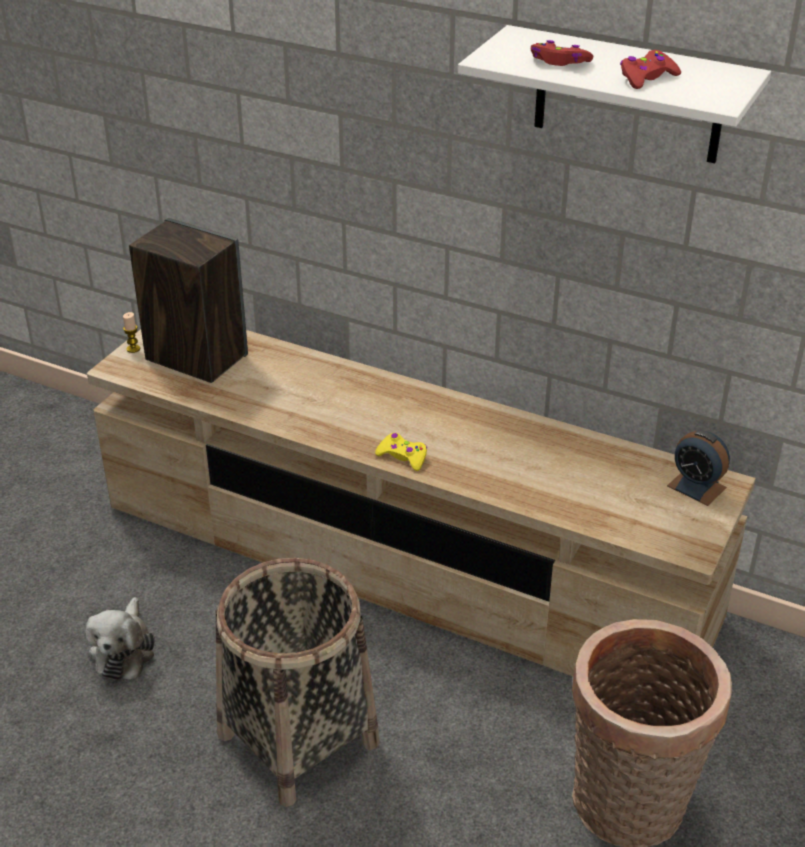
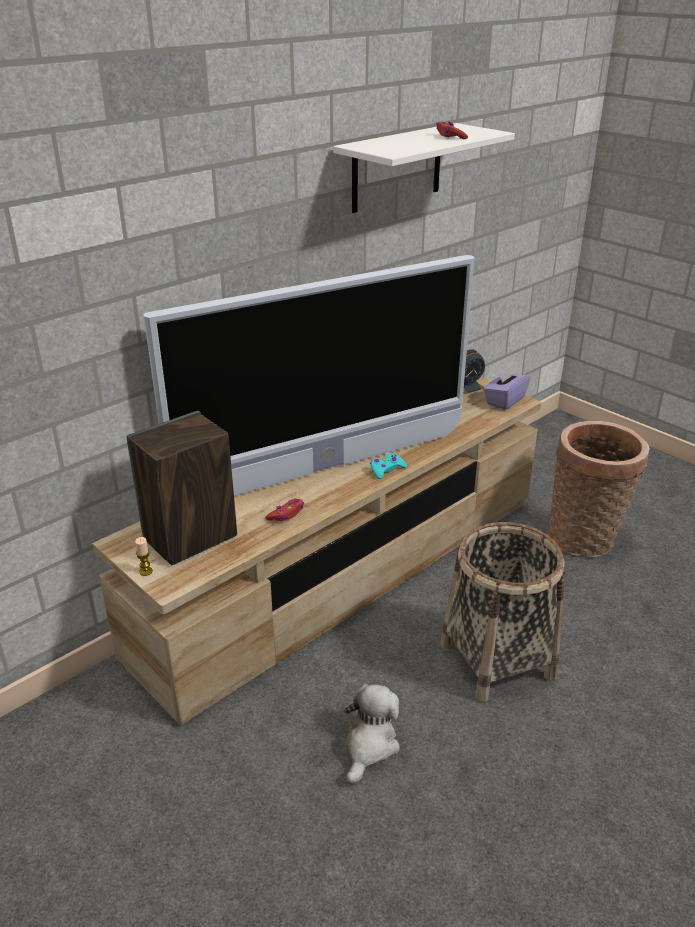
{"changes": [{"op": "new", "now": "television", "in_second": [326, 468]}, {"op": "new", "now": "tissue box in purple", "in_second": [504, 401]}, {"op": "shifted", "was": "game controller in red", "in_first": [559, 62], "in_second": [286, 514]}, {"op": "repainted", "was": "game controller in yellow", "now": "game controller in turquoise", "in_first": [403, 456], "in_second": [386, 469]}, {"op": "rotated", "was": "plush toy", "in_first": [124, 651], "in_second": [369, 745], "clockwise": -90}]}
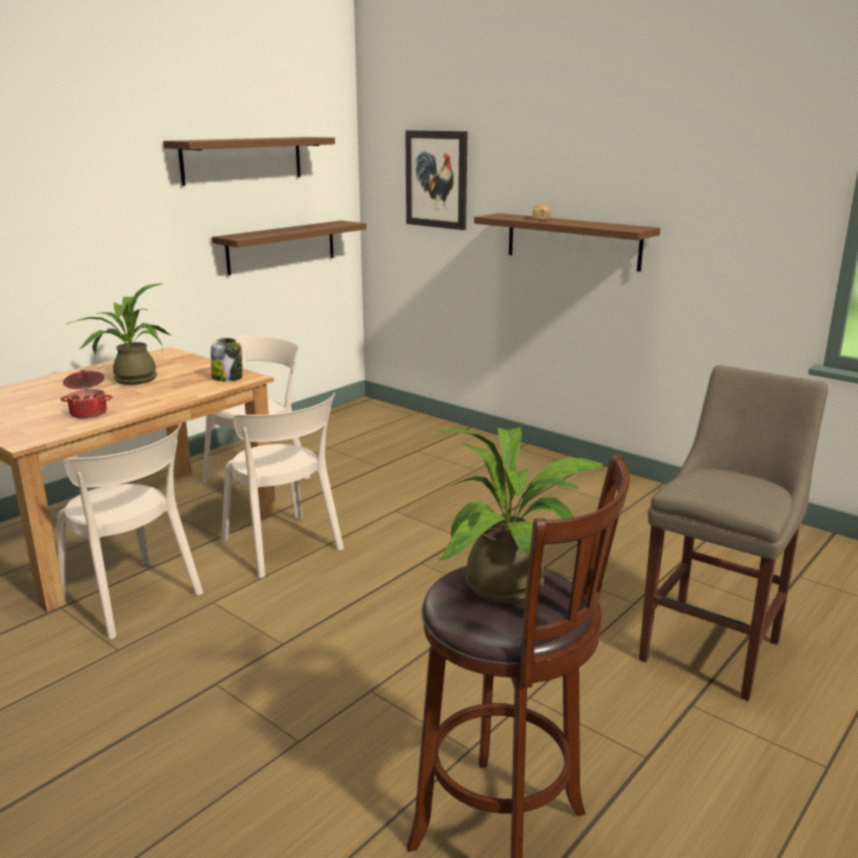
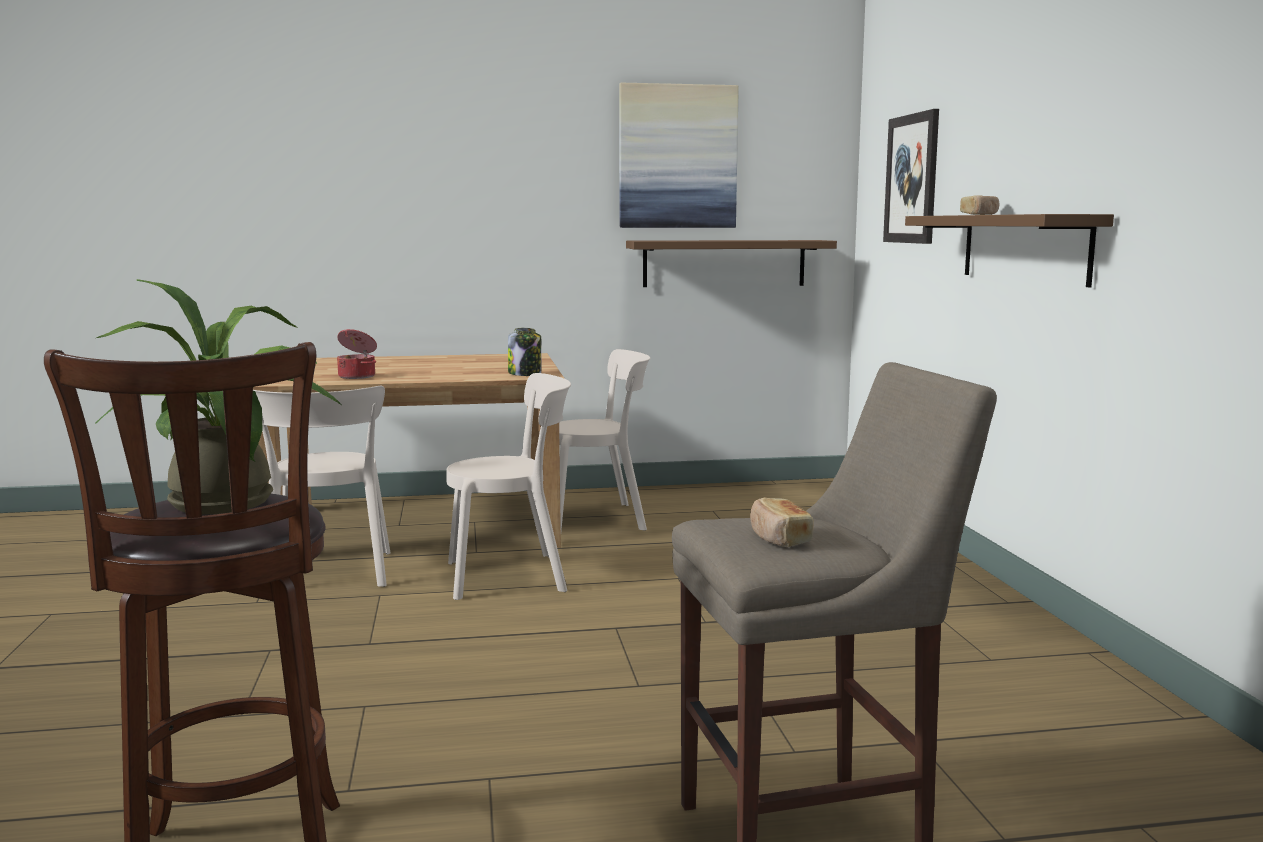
{"changes": [{"op": "gone", "was": "potted plant", "in_first": [130, 379]}, {"op": "new", "now": "bread", "in_second": [778, 538]}, {"op": "swapped", "was": "shelf in brown", "now": "picture", "in_first": [242, 160], "in_second": [677, 157]}, {"op": "rotated", "was": "chair in beige", "in_first": [284, 548], "in_second": [513, 576], "clockwise": -105}]}
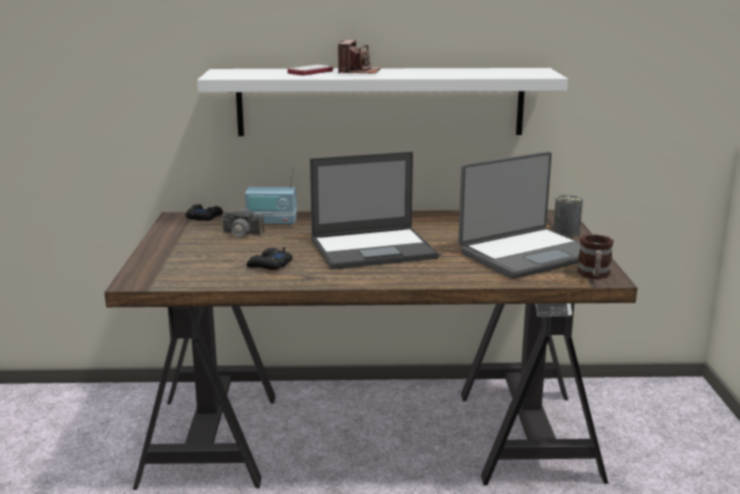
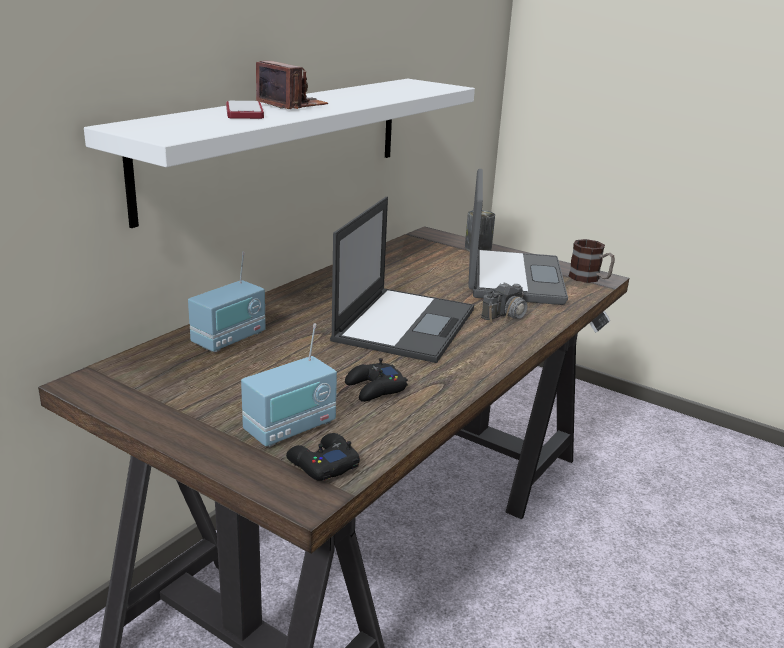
{"changes": [{"op": "new", "now": "radio", "in_second": [290, 428]}, {"op": "shifted", "was": "game controller in black", "in_first": [204, 217], "in_second": [322, 464]}, {"op": "shifted", "was": "photo camera", "in_first": [245, 234], "in_second": [511, 314]}]}
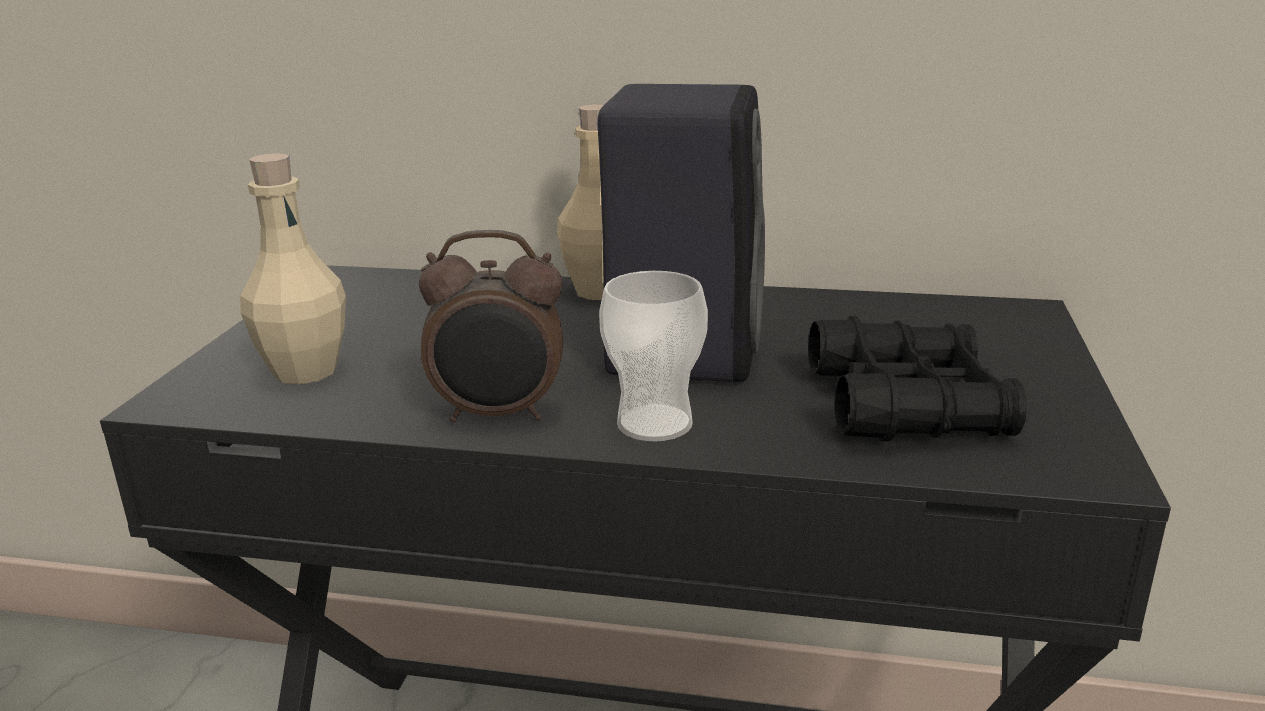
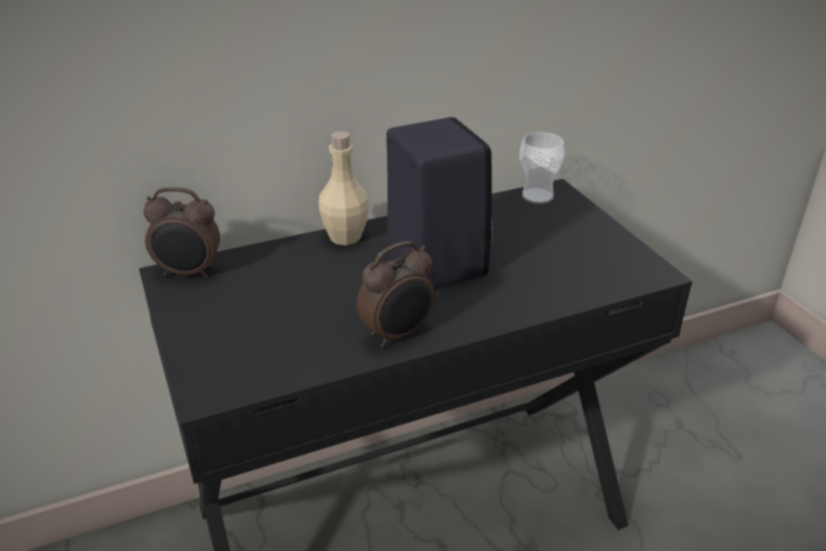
{"changes": [{"op": "gone", "was": "bottle in beige", "in_first": [305, 371]}, {"op": "gone", "was": "binoculars in black", "in_first": [907, 404]}, {"op": "new", "now": "alarm clock", "in_second": [189, 273]}, {"op": "shifted", "was": "cup", "in_first": [654, 423], "in_second": [537, 196]}]}
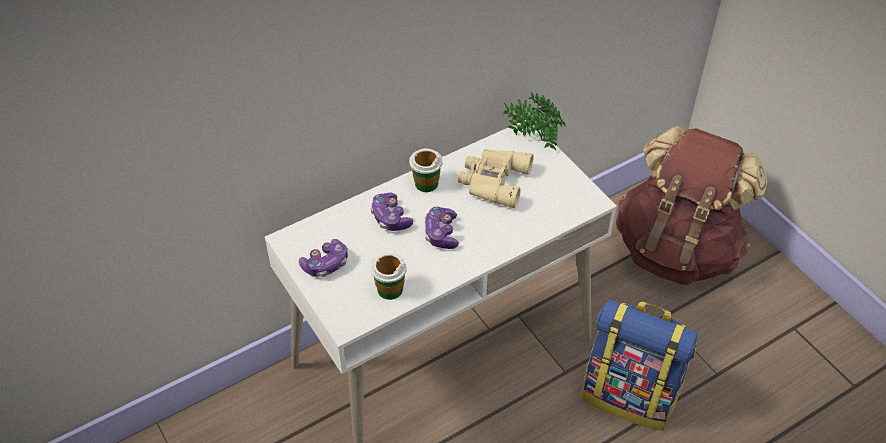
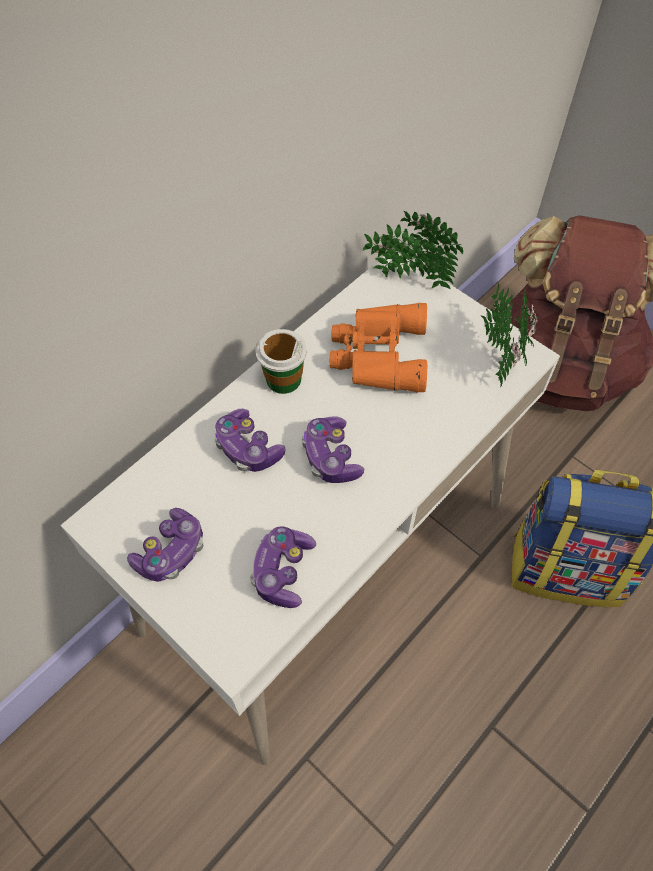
{"changes": [{"op": "new", "now": "potted plant", "in_second": [499, 354]}, {"op": "swapped", "was": "cup", "now": "game controller", "in_first": [390, 289], "in_second": [283, 571]}, {"op": "repainted", "was": "binoculars in beige", "now": "binoculars in orange", "in_first": [492, 181], "in_second": [377, 355]}]}
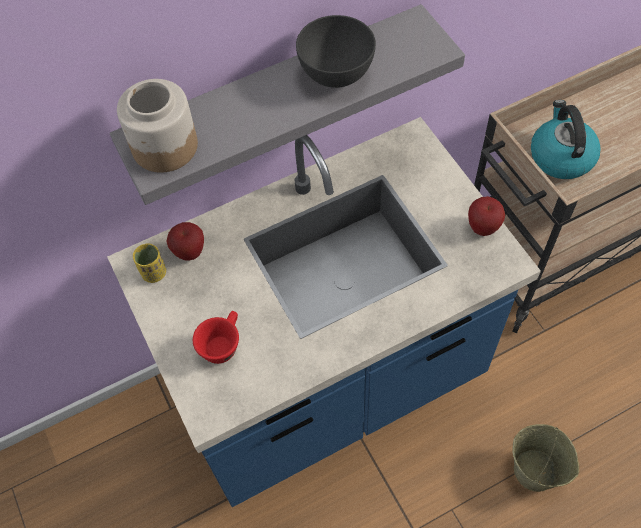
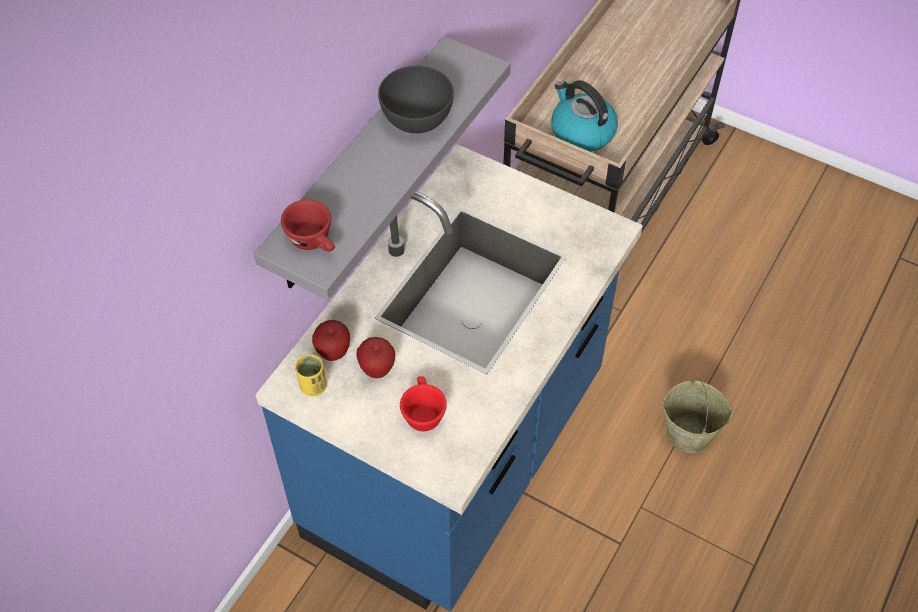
{"changes": [{"op": "shifted", "was": "apple", "in_first": [483, 228], "in_second": [377, 369]}, {"op": "swapped", "was": "jar", "now": "cup in red", "in_first": [164, 146], "in_second": [314, 242]}]}
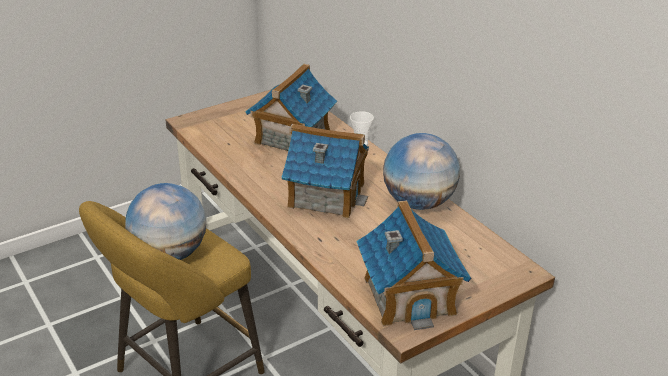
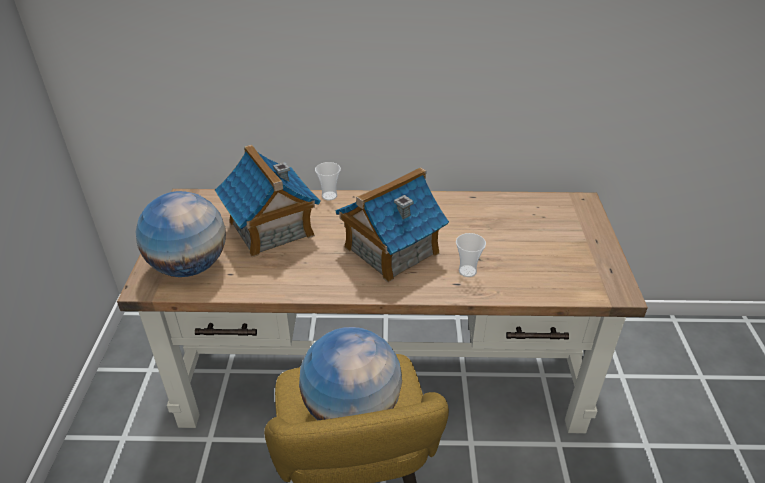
{"changes": [{"op": "gone", "was": "toy house", "in_first": [409, 296]}, {"op": "new", "now": "cup", "in_second": [467, 271]}, {"op": "shifted", "was": "globe", "in_first": [419, 202], "in_second": [189, 266]}]}
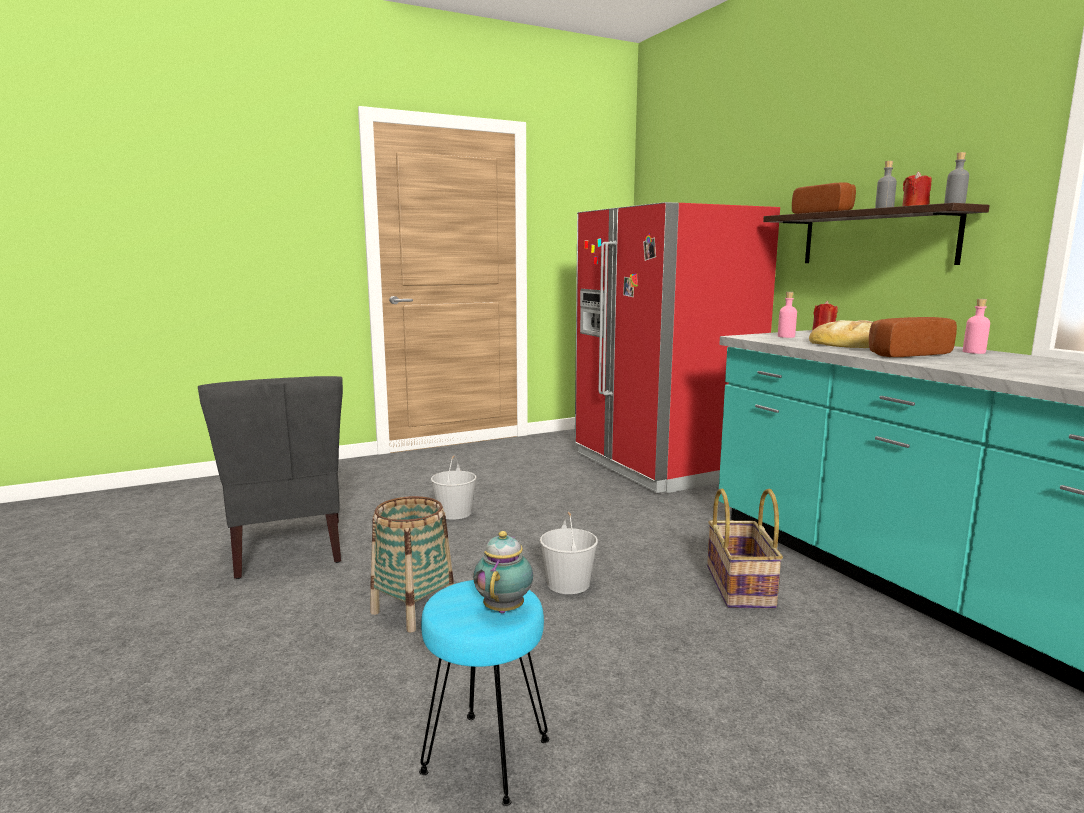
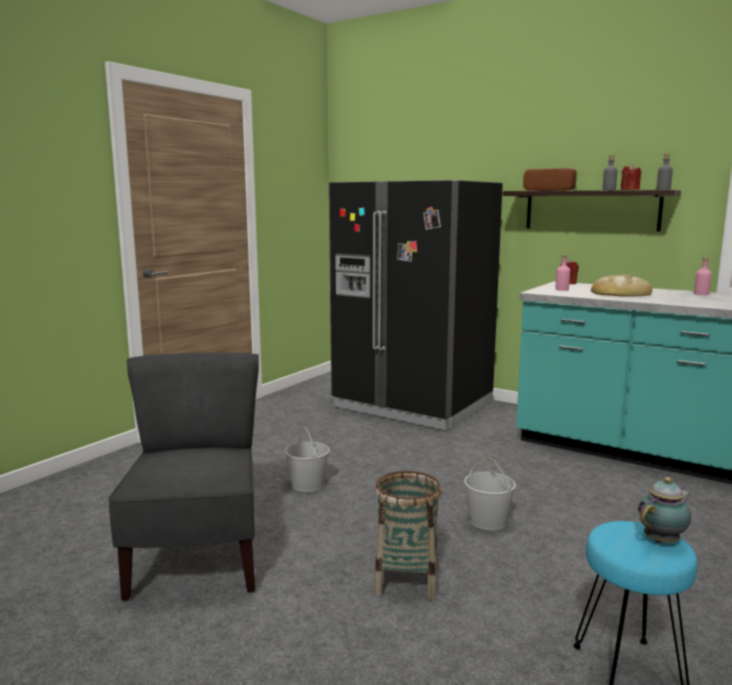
{"changes": [{"op": "gone", "was": "basket", "in_first": [741, 586]}, {"op": "gone", "was": "bread", "in_first": [904, 354]}, {"op": "repainted", "was": "fridge in red", "now": "fridge in black", "in_first": [662, 465], "in_second": [413, 405]}, {"op": "rotated", "was": "chair in grey", "in_first": [287, 549], "in_second": [197, 562], "clockwise": -135}, {"op": "rotated", "was": "teapot", "in_first": [505, 608], "in_second": [663, 540], "clockwise": 75}]}
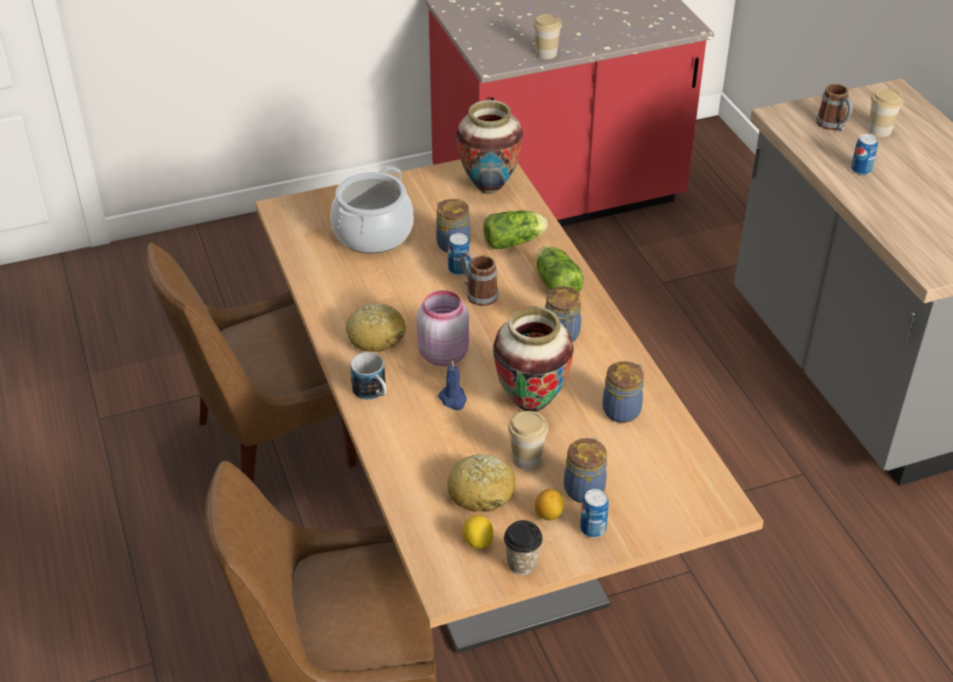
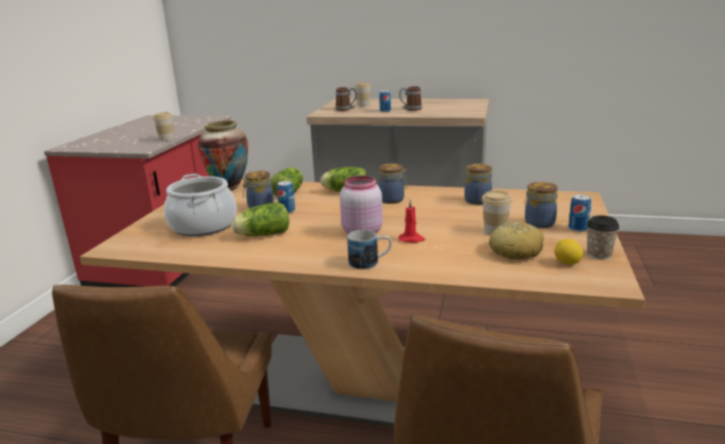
{"changes": [{"op": "gone", "was": "bread", "in_first": [376, 336]}, {"op": "gone", "was": "vase", "in_first": [531, 404]}, {"op": "gone", "was": "lemon", "in_first": [549, 515]}, {"op": "new", "now": "lettuce", "in_second": [261, 235]}, {"op": "shifted", "was": "mug", "in_first": [477, 293], "in_second": [410, 109]}, {"op": "repainted", "was": "candle in blue", "now": "candle in red", "in_first": [453, 399], "in_second": [411, 239]}]}
